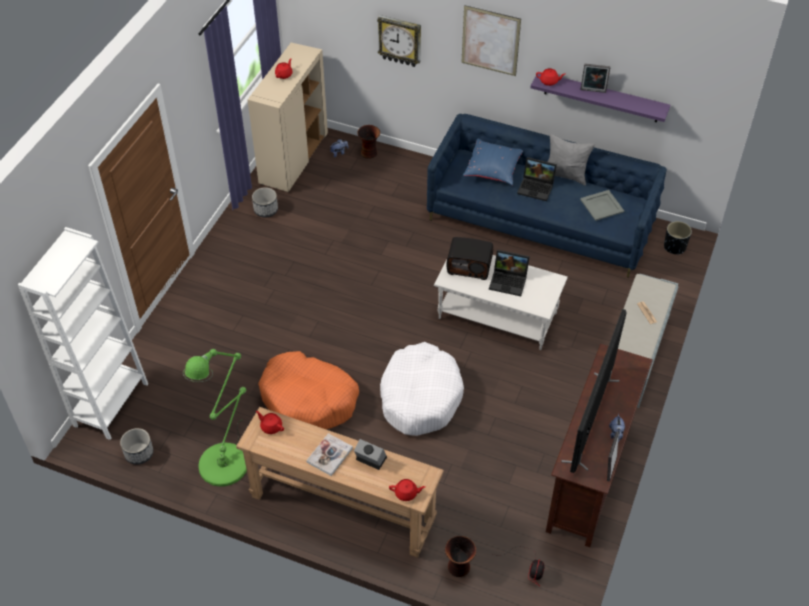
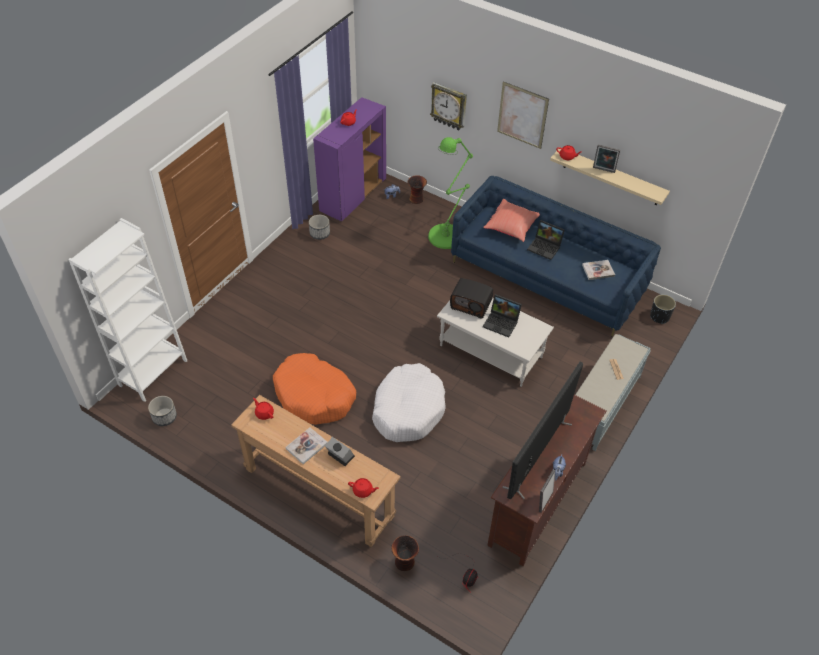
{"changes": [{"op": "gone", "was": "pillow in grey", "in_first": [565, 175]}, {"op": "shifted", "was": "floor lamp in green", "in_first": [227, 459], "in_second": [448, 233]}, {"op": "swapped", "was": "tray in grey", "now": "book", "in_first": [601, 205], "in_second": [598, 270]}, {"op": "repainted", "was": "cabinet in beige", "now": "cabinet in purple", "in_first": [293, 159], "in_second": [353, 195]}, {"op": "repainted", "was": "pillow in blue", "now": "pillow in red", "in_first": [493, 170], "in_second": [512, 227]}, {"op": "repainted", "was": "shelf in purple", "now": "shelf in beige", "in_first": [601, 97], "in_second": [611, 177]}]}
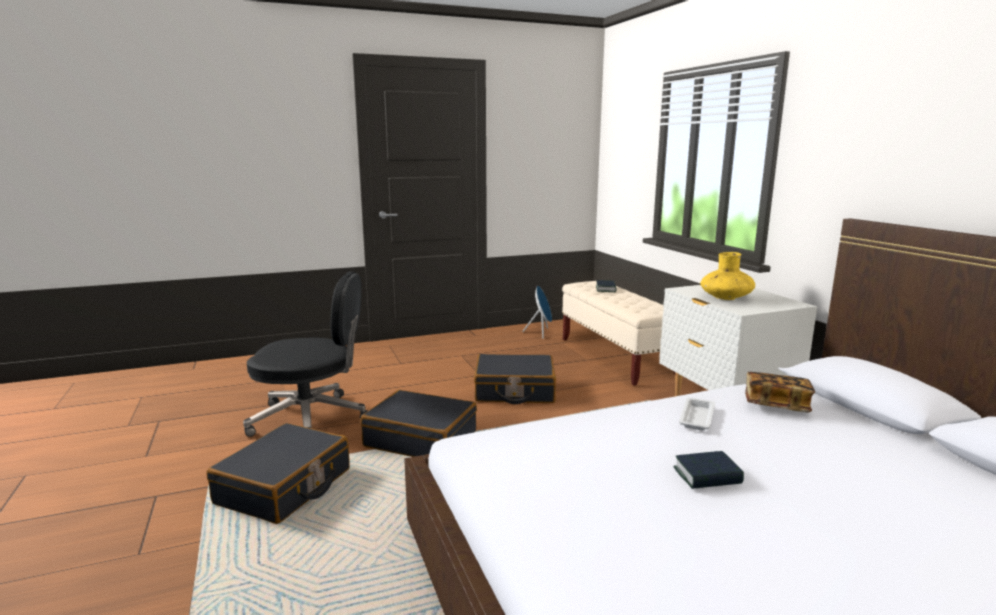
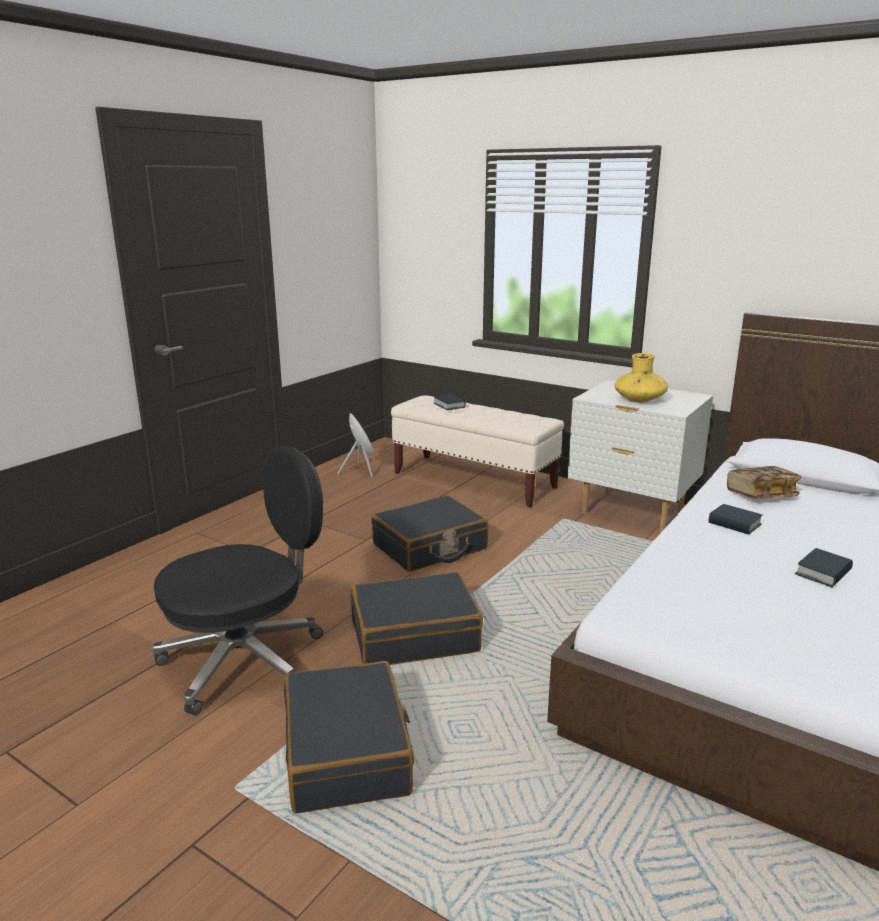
{"changes": [{"op": "swapped", "was": "tray in white", "now": "book", "in_first": [697, 417], "in_second": [734, 524]}]}
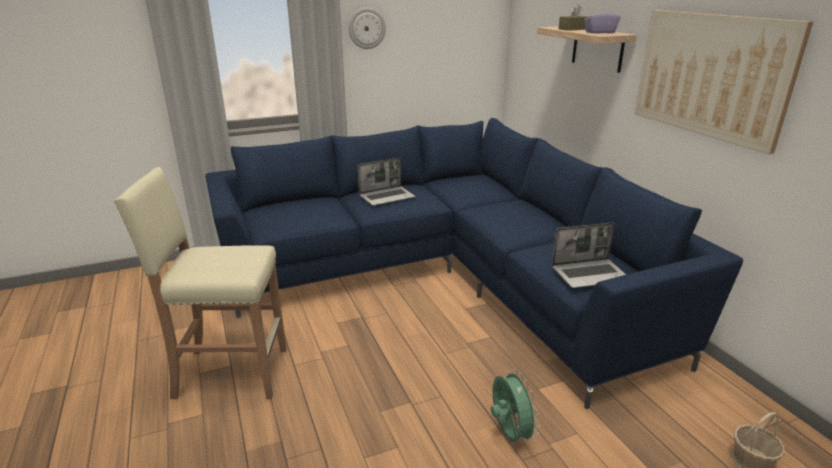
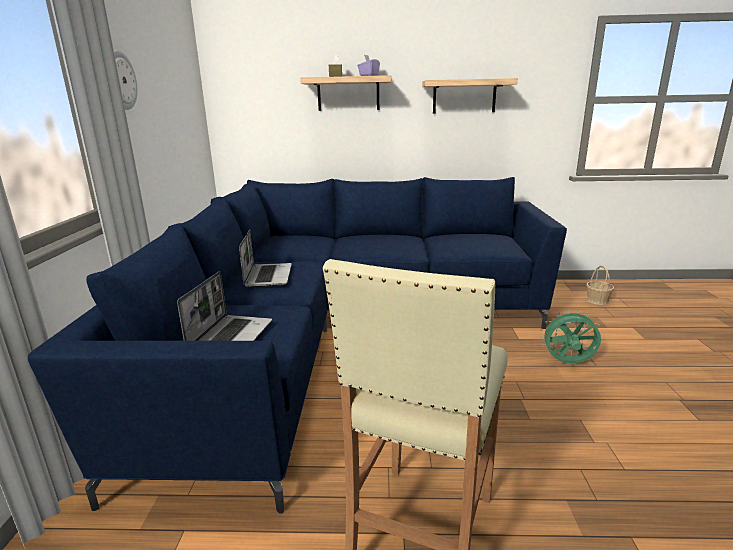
{"changes": [{"op": "shifted", "was": "laptop", "in_first": [590, 274], "in_second": [231, 336]}, {"op": "swapped", "was": "picture", "now": "shelf", "in_first": [710, 75], "in_second": [464, 96]}]}
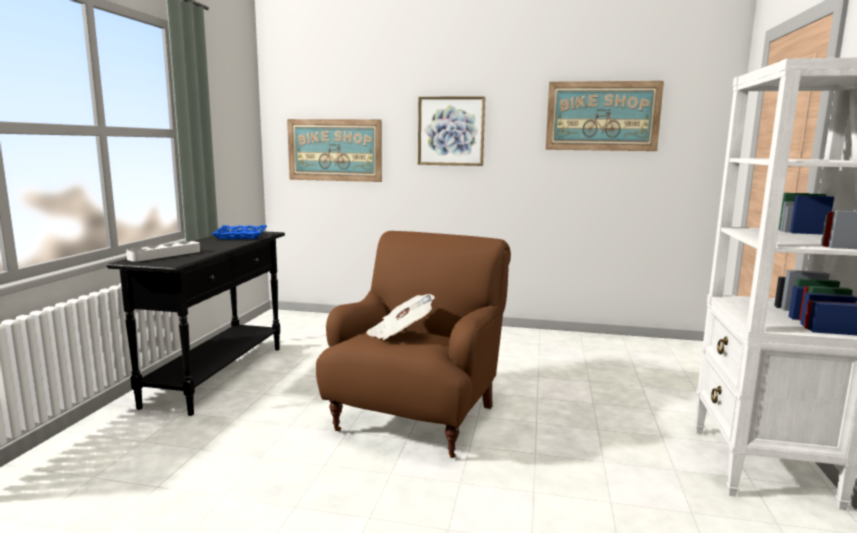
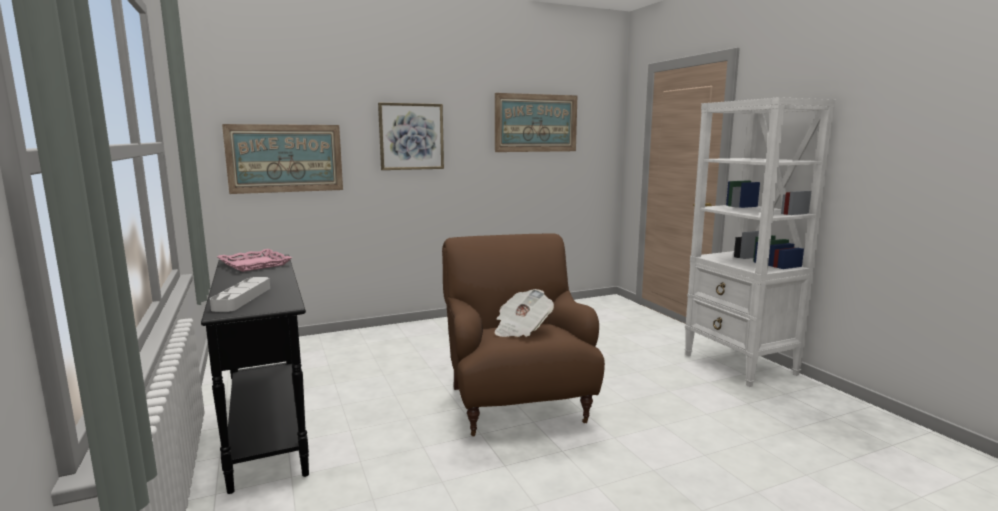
{"changes": [{"op": "repainted", "was": "tray in blue", "now": "tray in pink", "in_first": [241, 236], "in_second": [255, 264]}]}
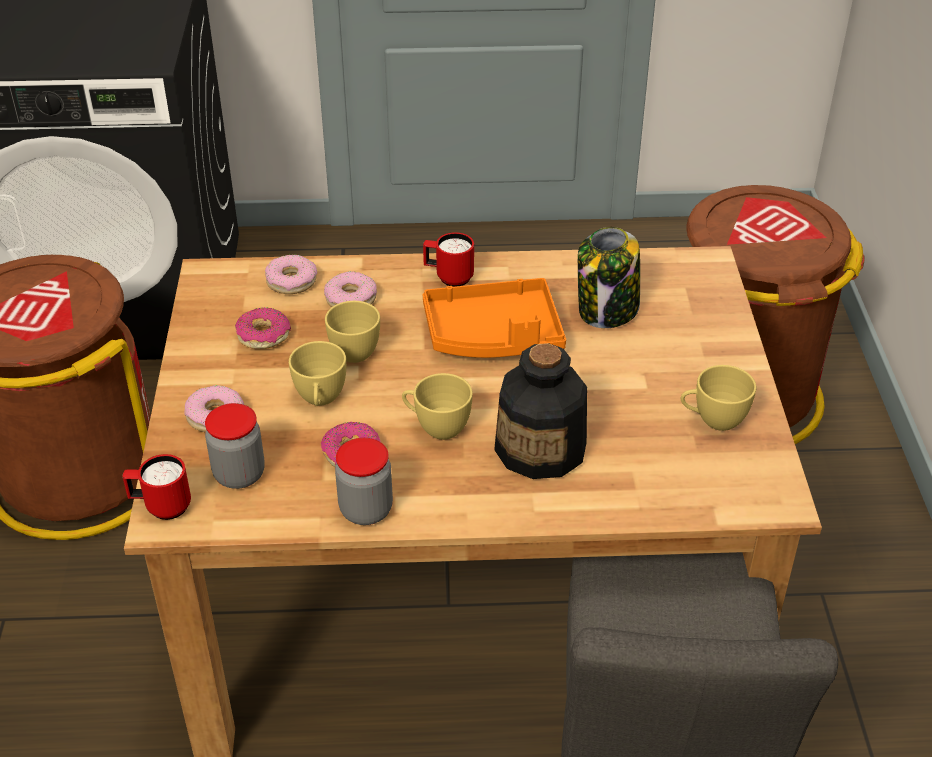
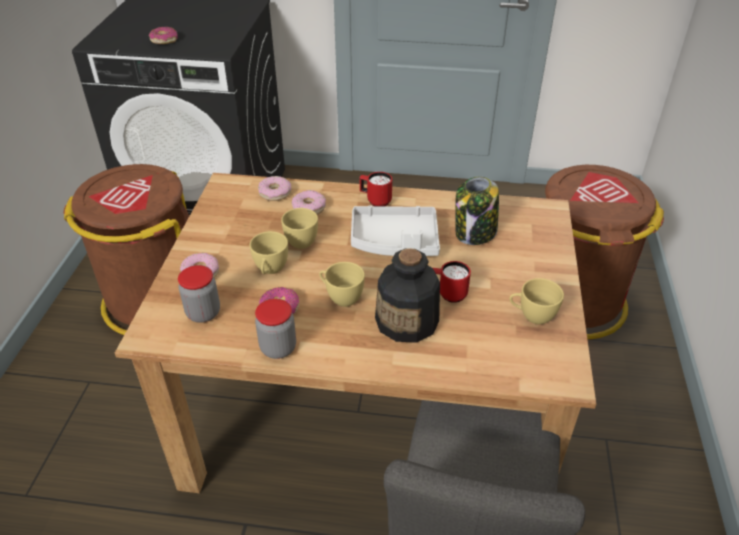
{"changes": [{"op": "shifted", "was": "mug in red", "in_first": [161, 507], "in_second": [448, 294]}, {"op": "shifted", "was": "donut", "in_first": [263, 336], "in_second": [164, 40]}, {"op": "repainted", "was": "tray in orange", "now": "tray in grey", "in_first": [494, 336], "in_second": [395, 241]}]}
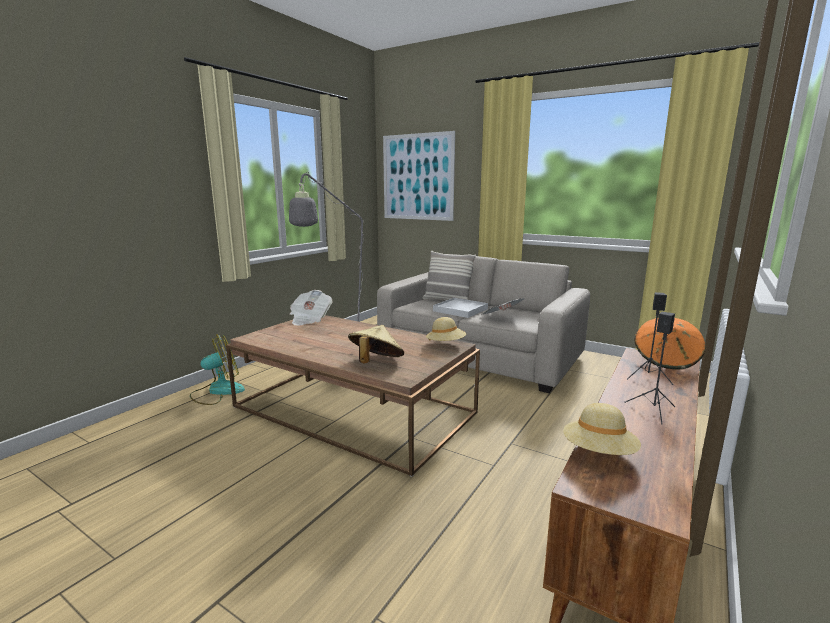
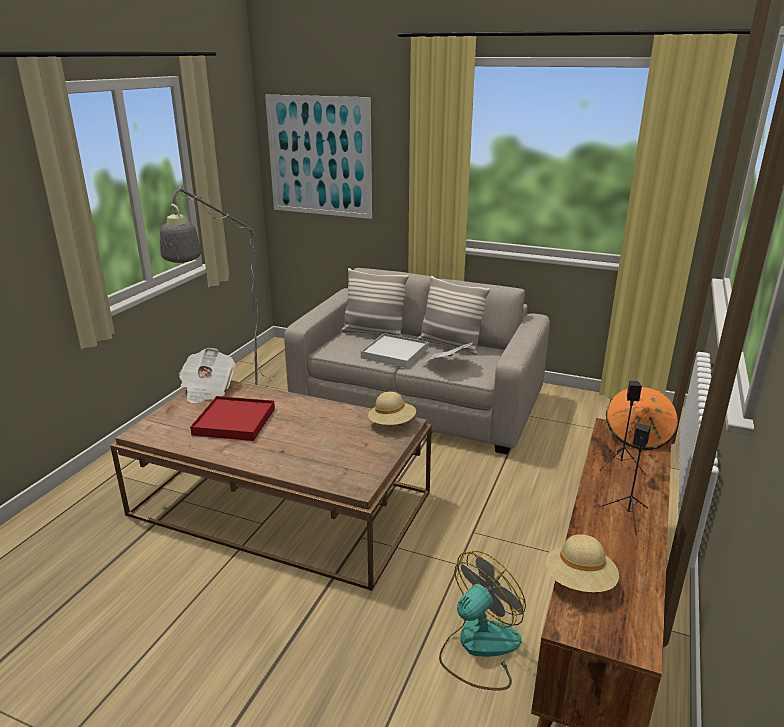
{"changes": [{"op": "gone", "was": "hat in beige", "in_first": [376, 363]}, {"op": "new", "now": "tray in red", "in_second": [234, 421]}, {"op": "new", "now": "pillow", "in_second": [450, 345]}, {"op": "shifted", "was": "fan", "in_first": [217, 391], "in_second": [479, 647]}]}
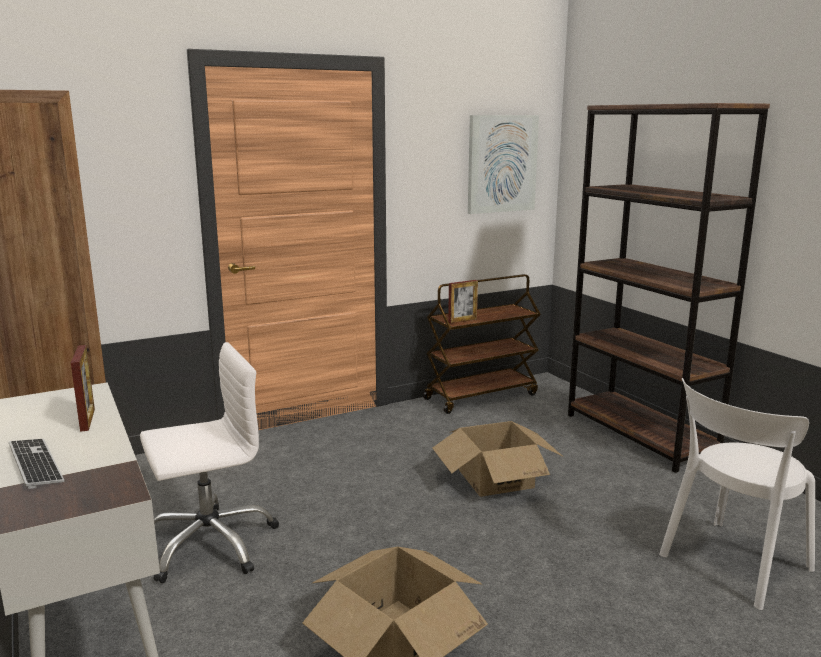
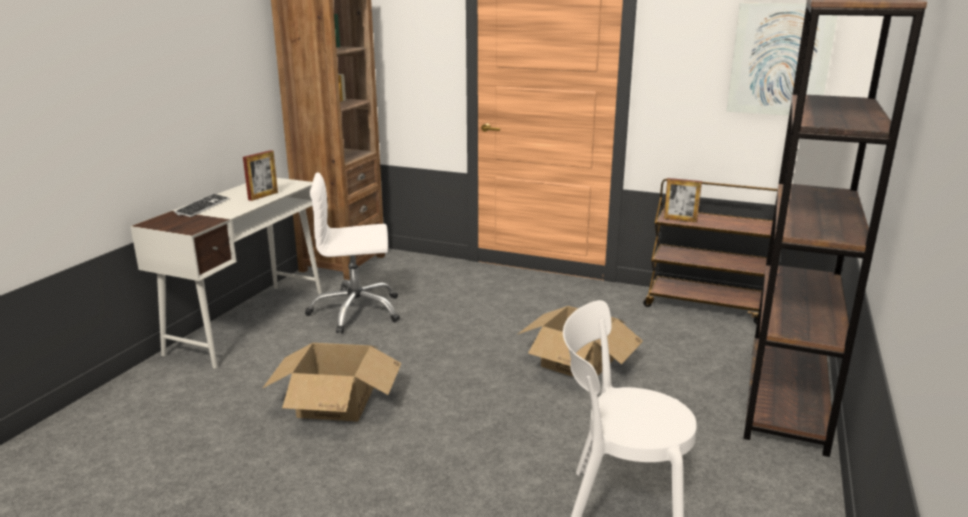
{"changes": [{"op": "rotated", "was": "office chair in white", "in_first": [210, 543], "in_second": [356, 311], "clockwise": 150}]}
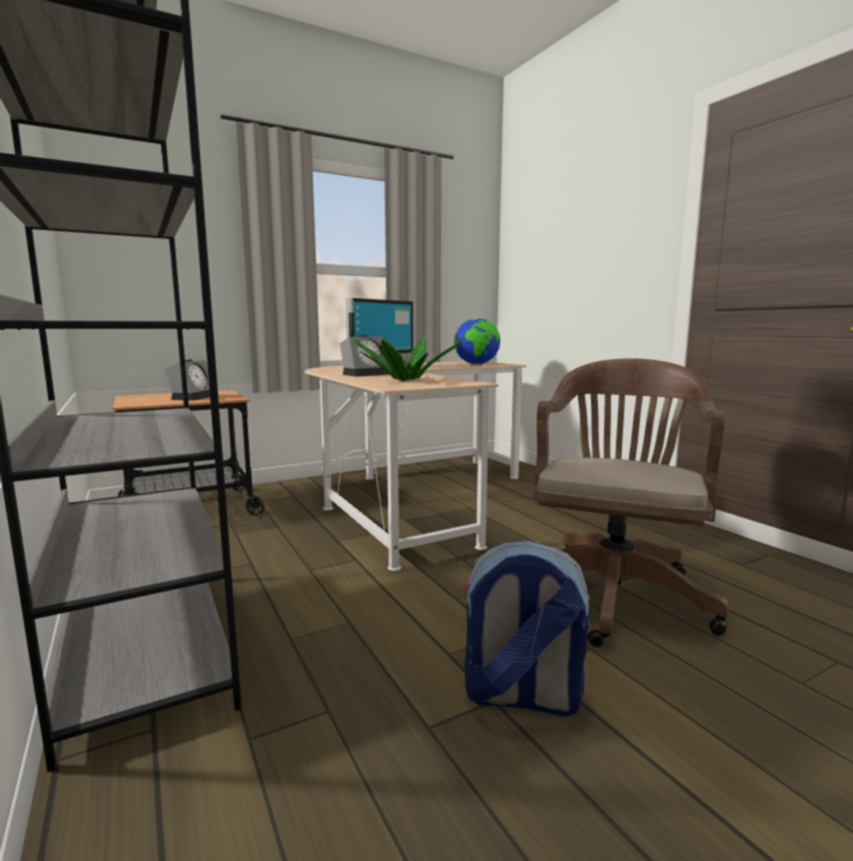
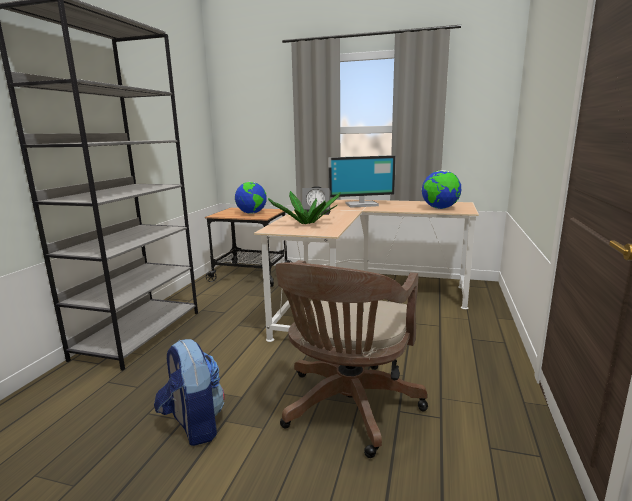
{"changes": [{"op": "swapped", "was": "alarm clock", "now": "globe", "in_first": [193, 397], "in_second": [251, 213]}, {"op": "rotated", "was": "office chair in brown", "in_first": [613, 590], "in_second": [347, 409], "clockwise": 135}]}
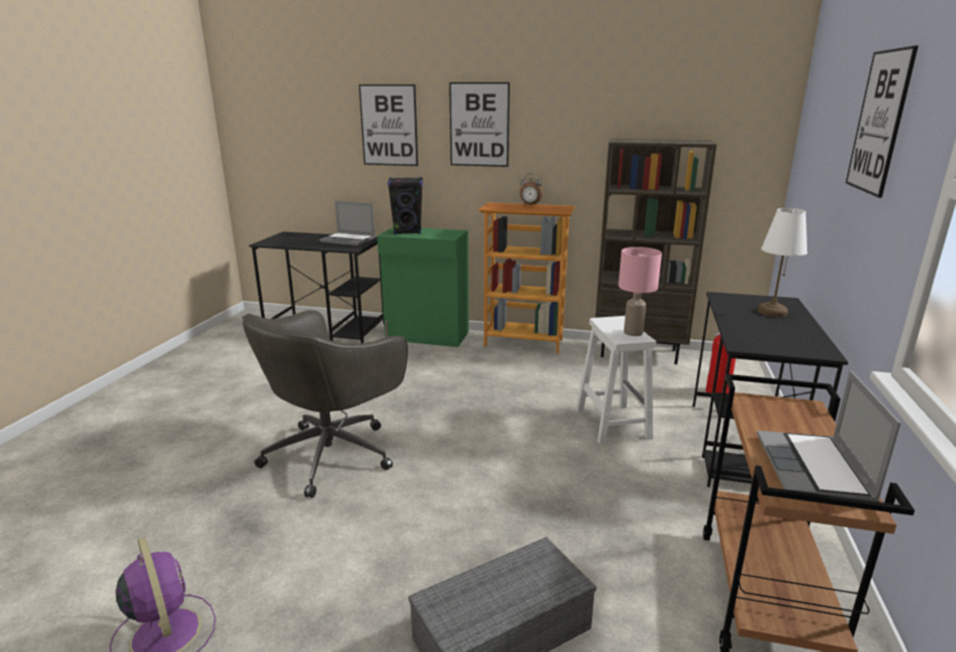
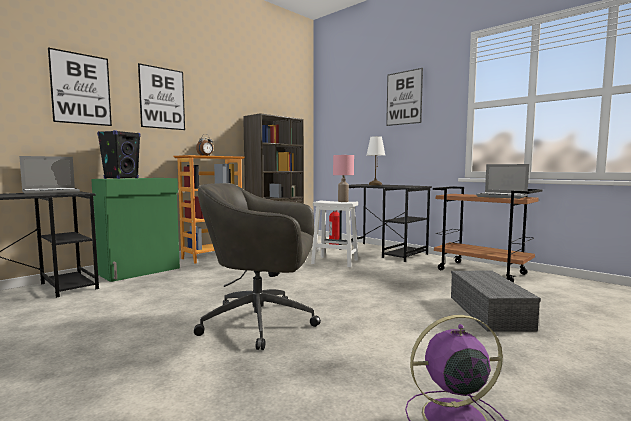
{"changes": [{"op": "rotated", "was": "office chair in grey", "in_first": [333, 453], "in_second": [262, 323], "clockwise": 120}]}
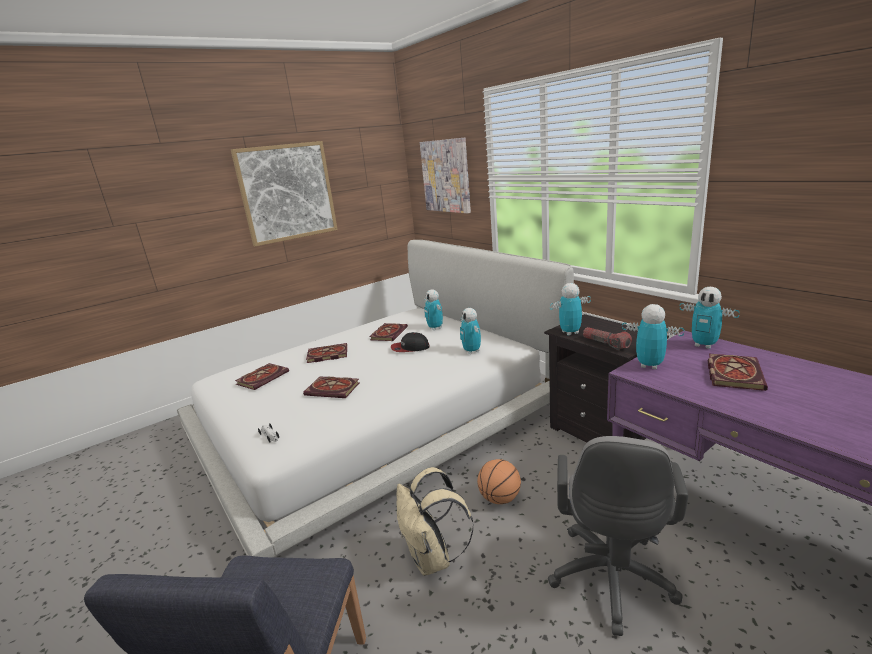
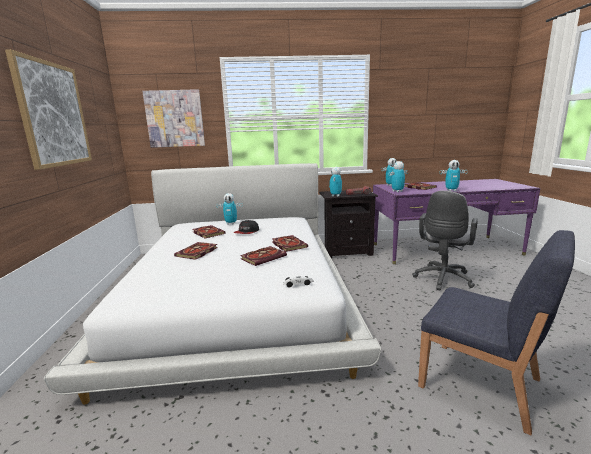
{"changes": [{"op": "gone", "was": "backpack in beige", "in_first": [433, 558]}, {"op": "gone", "was": "basketball", "in_first": [500, 498]}, {"op": "shifted", "was": "book", "in_first": [263, 377], "in_second": [288, 244]}, {"op": "shifted", "was": "toy robot", "in_first": [472, 351], "in_second": [451, 190]}, {"op": "rotated", "was": "office chair in grey", "in_first": [611, 583], "in_second": [442, 280], "clockwise": 75}]}
